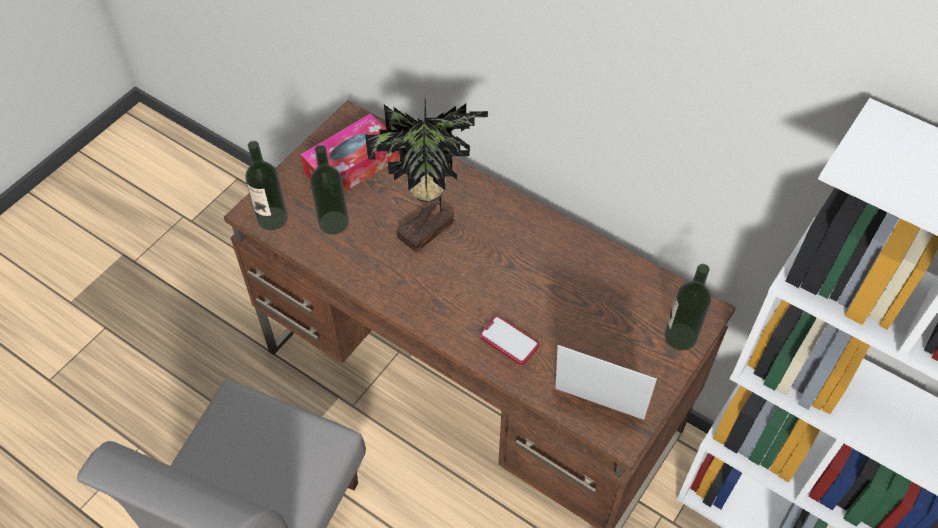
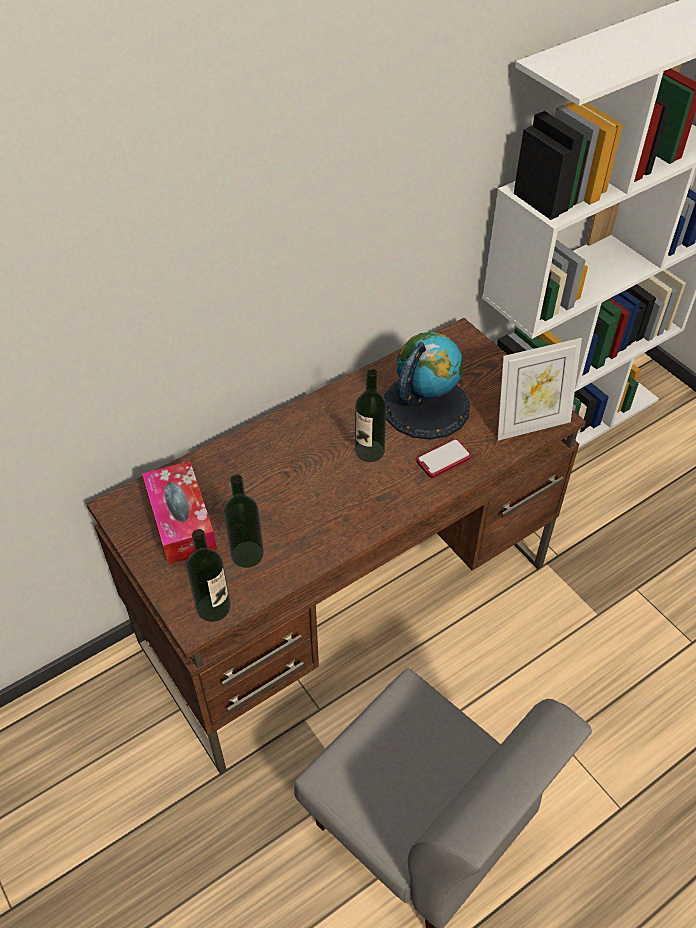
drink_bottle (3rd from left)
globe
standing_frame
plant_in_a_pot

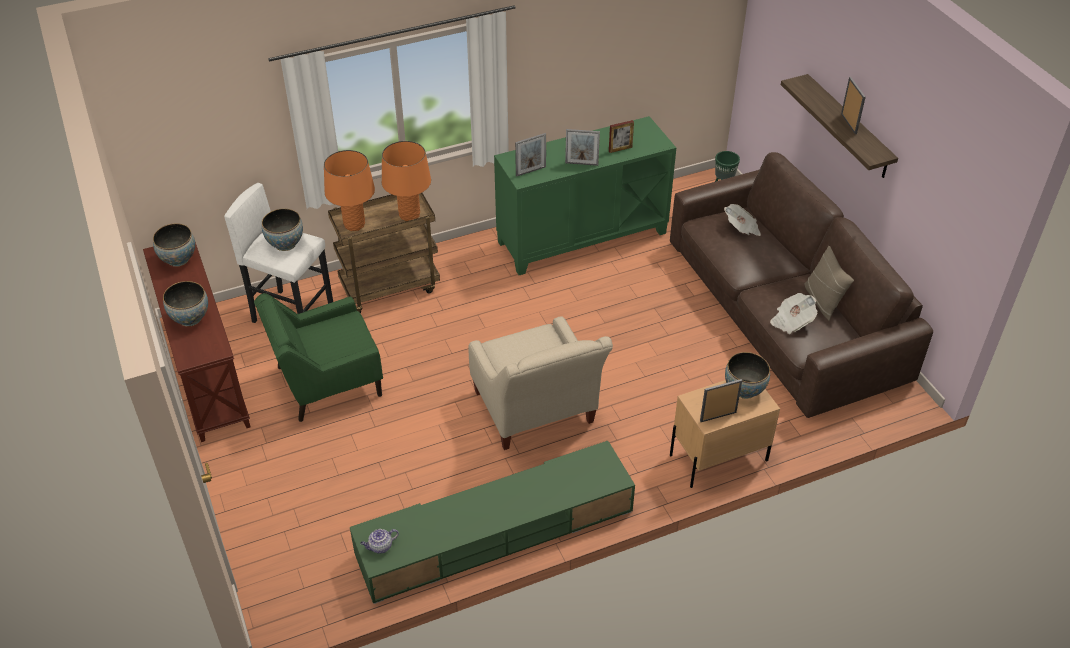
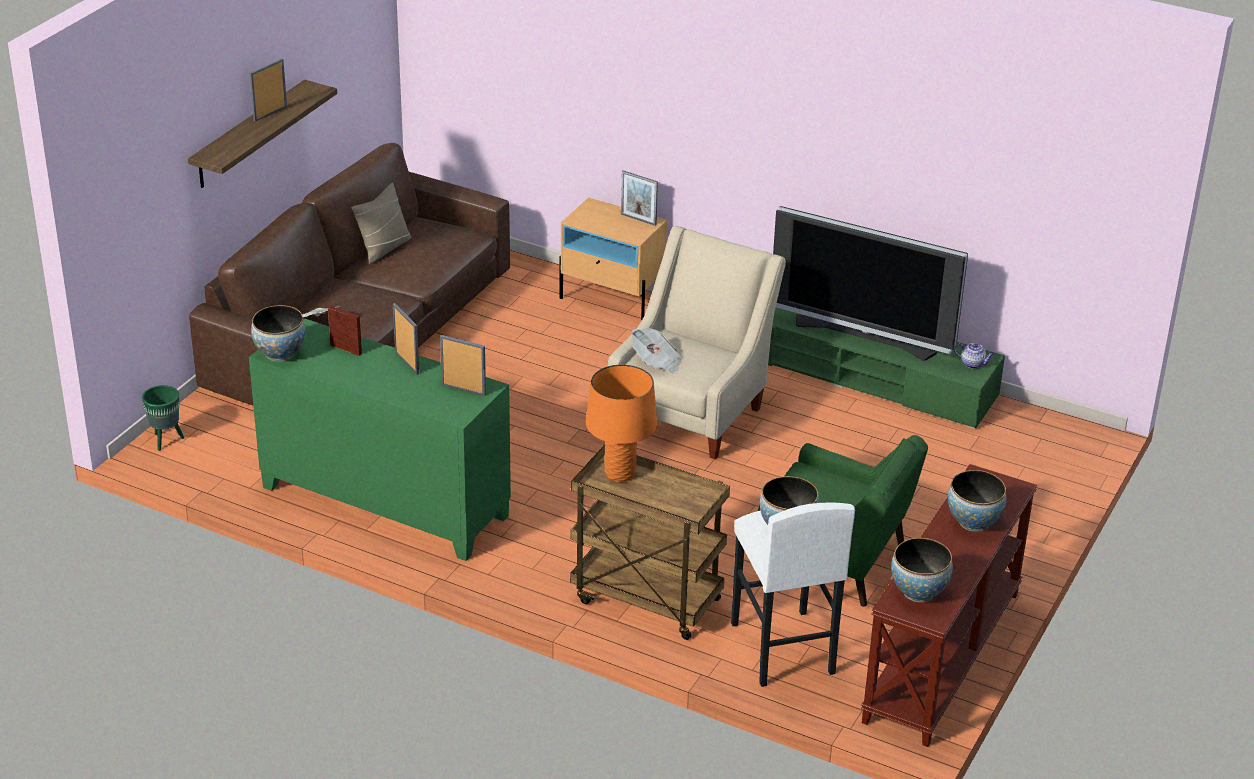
bowl (1st from left)
newspaper (2nd from left)
television
orangey_lamp_for_a_table (1st from left in the first image)

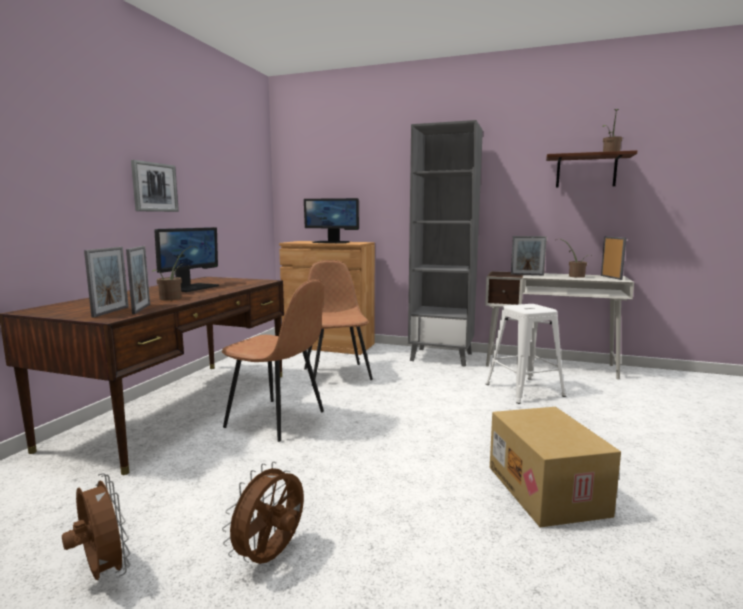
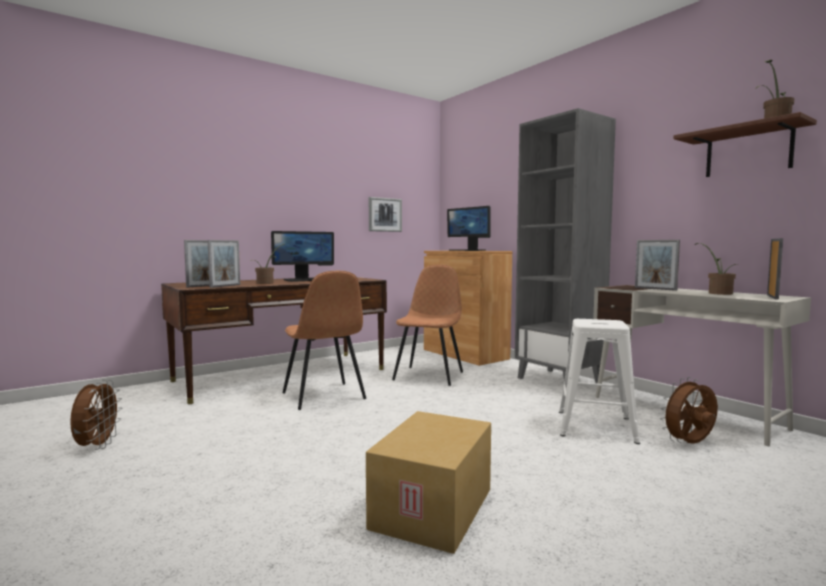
picture
brown-coloured_fan (2nd from left)

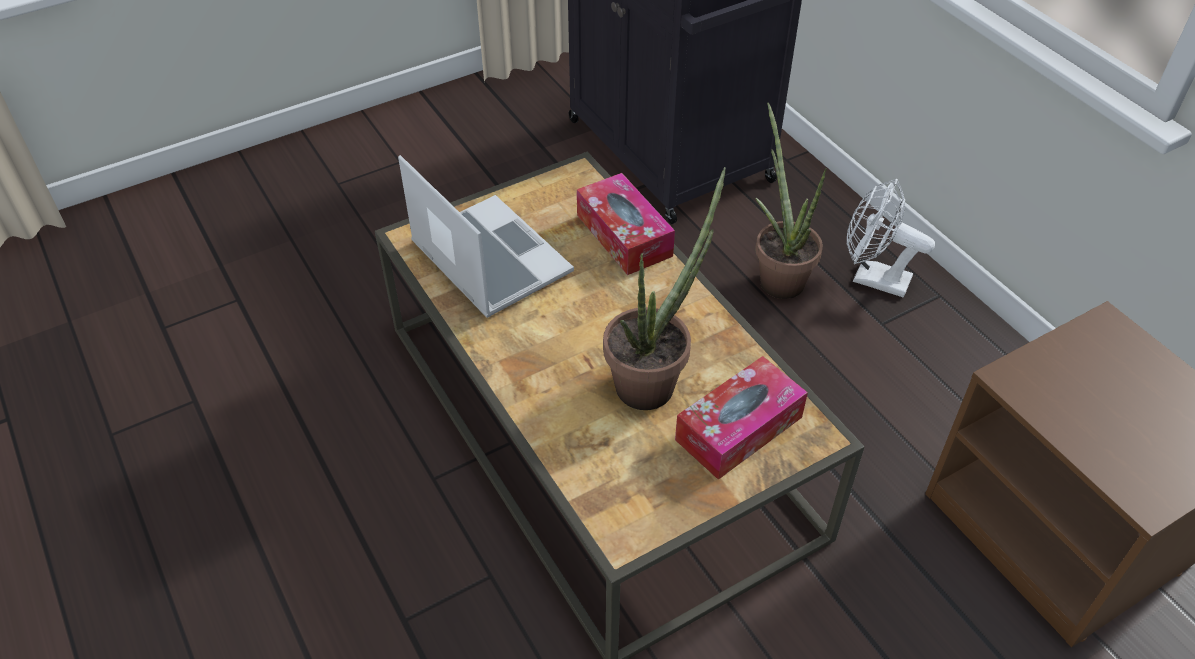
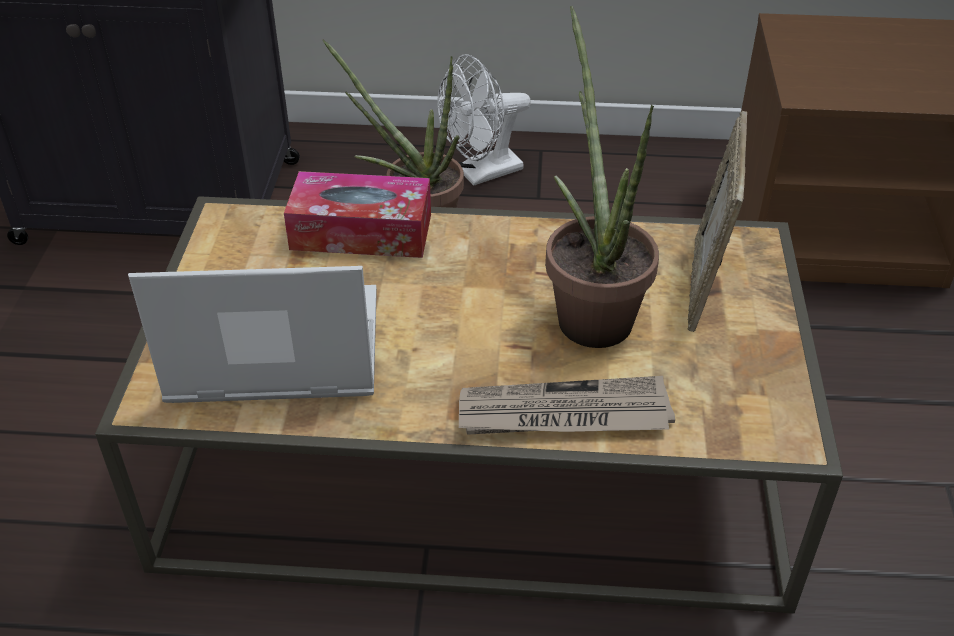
newspaper
standing_frame

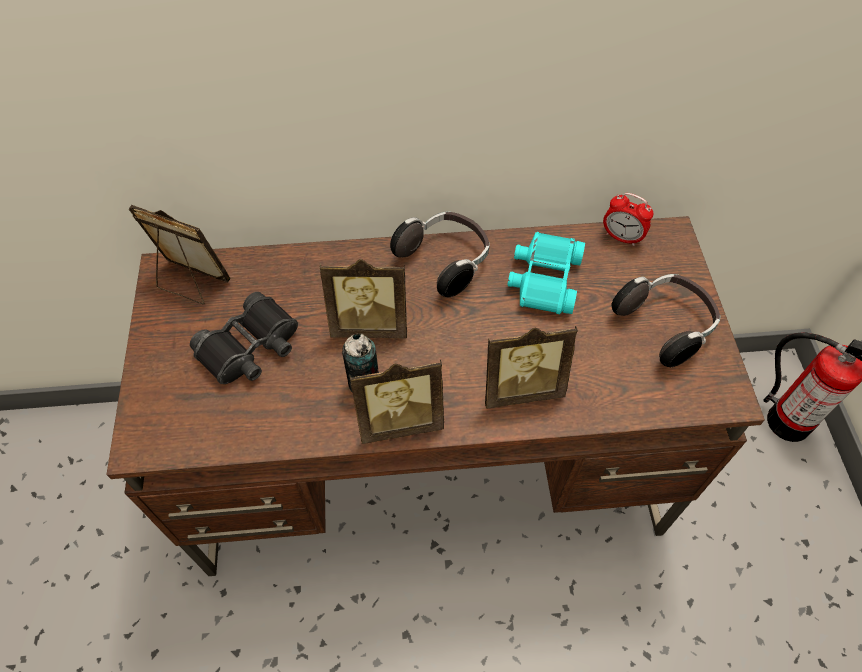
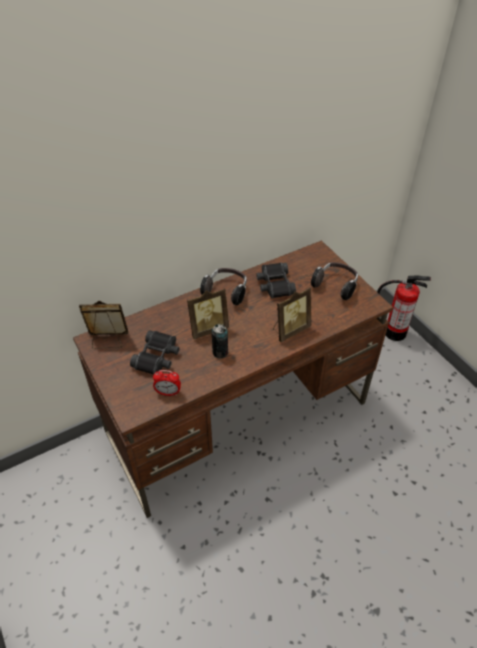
bedside_clock
black-coloured_binoculars (2nd from left)
standing_frame (3rd from left in the first image)

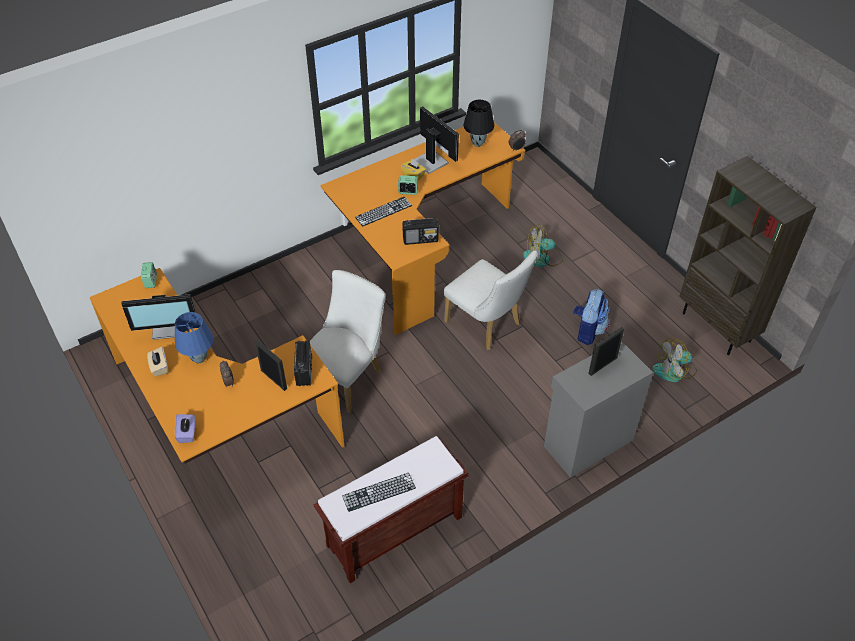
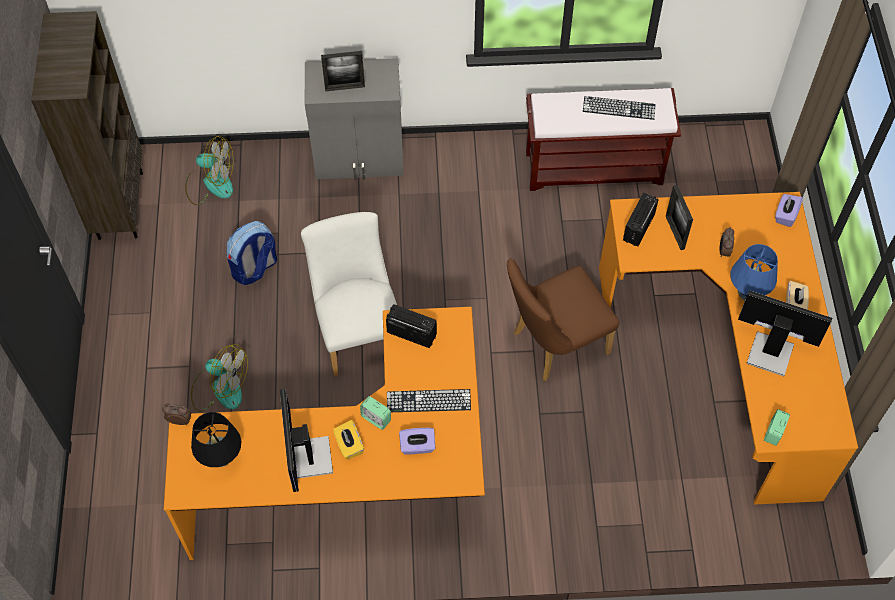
purple-coloured_box_of_tissues (1st from left)
brown-coloured_plain_chair

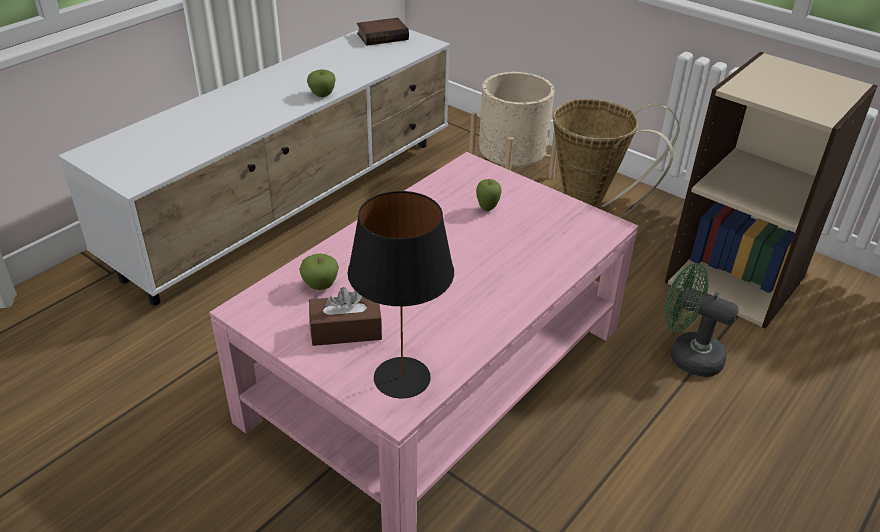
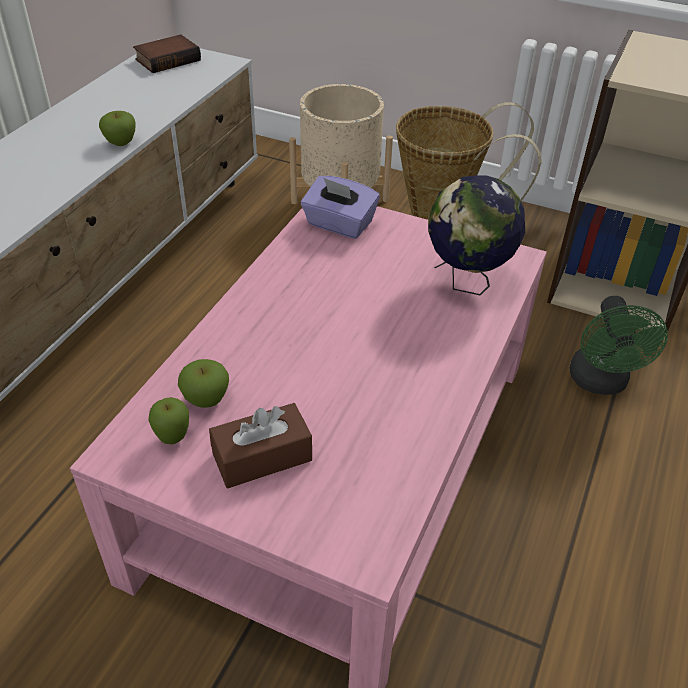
whole_apple (2nd from left)
purple-coloured_box_of_tissues
globe
green-coloured_fan
black-coloured_lamp_for_a_table

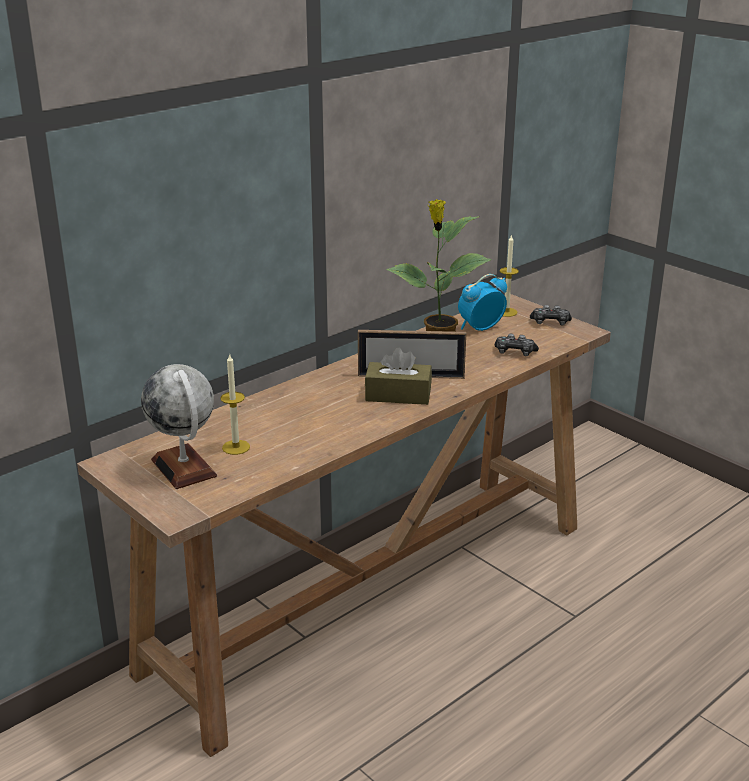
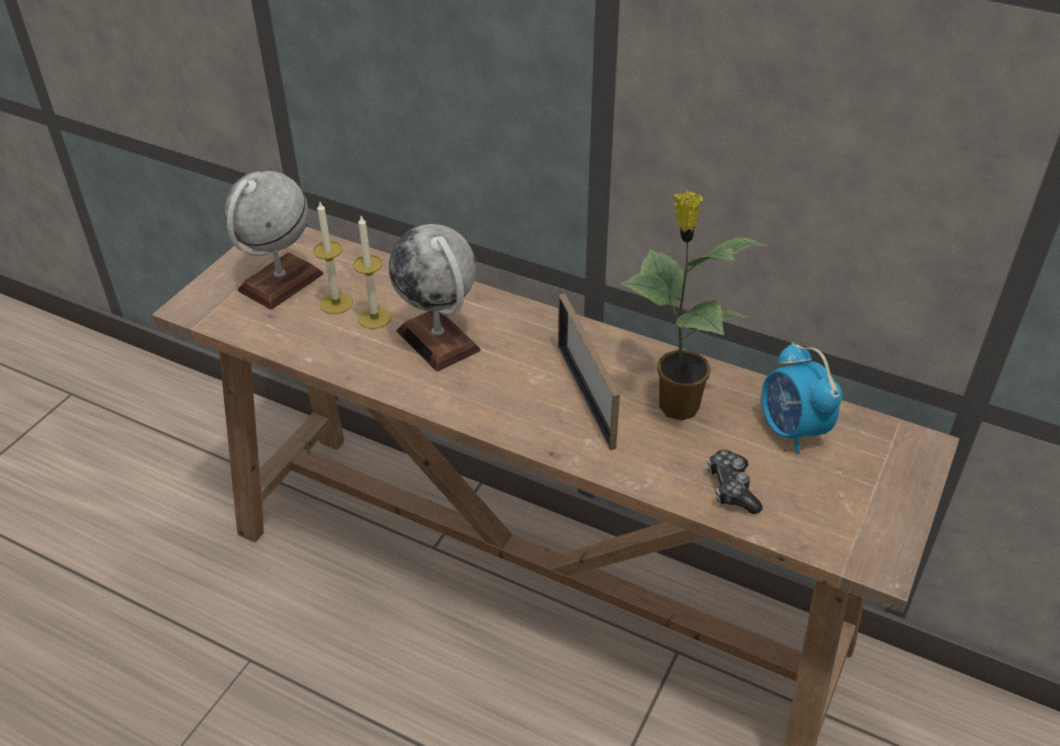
wax_light (2nd from left)
globe (2nd from left)
bedside_clock
brown-coloured_box_of_tissues
gamepad (2nd from left in the first image)

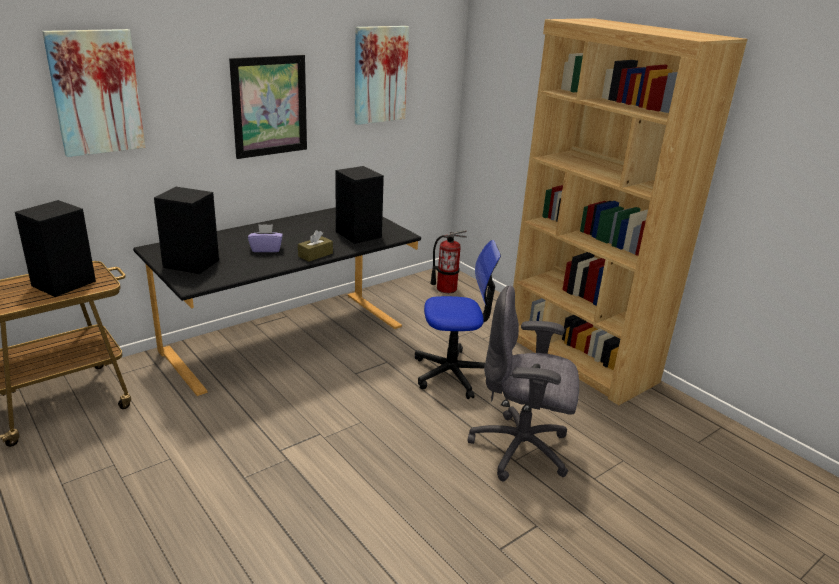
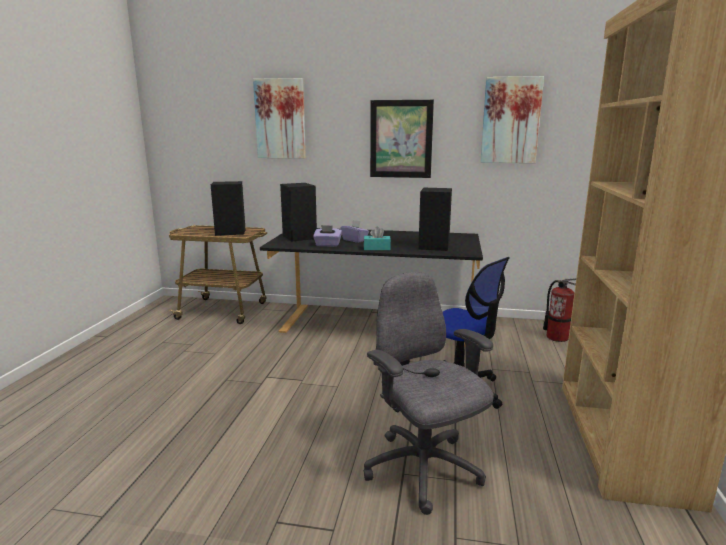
purple-coloured_box_of_tissues (1st from left)
blue-green_box_of_tissues

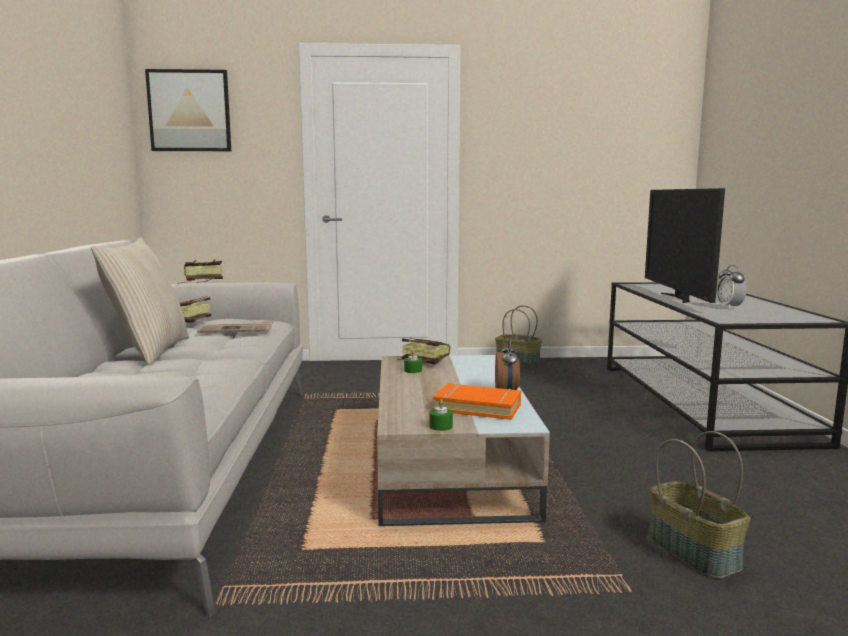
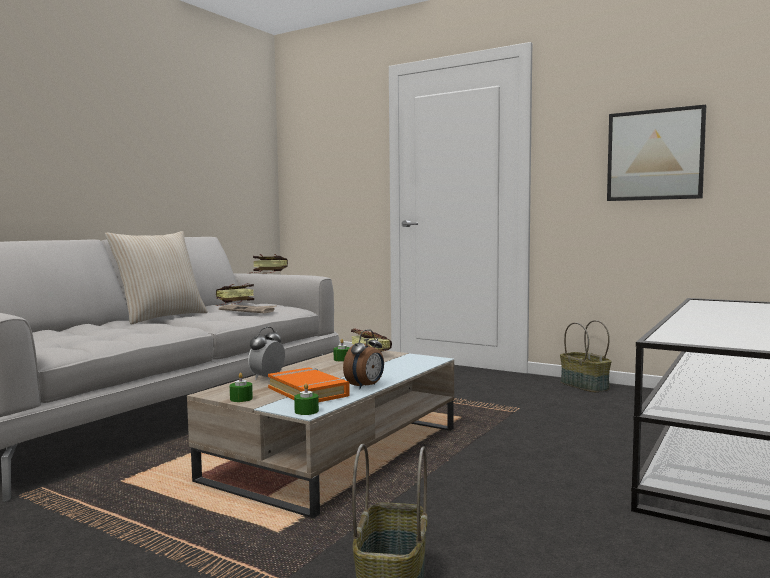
bedside_clock (1st from left)
green-coloured_wax_light (2nd from left)
picture
television

